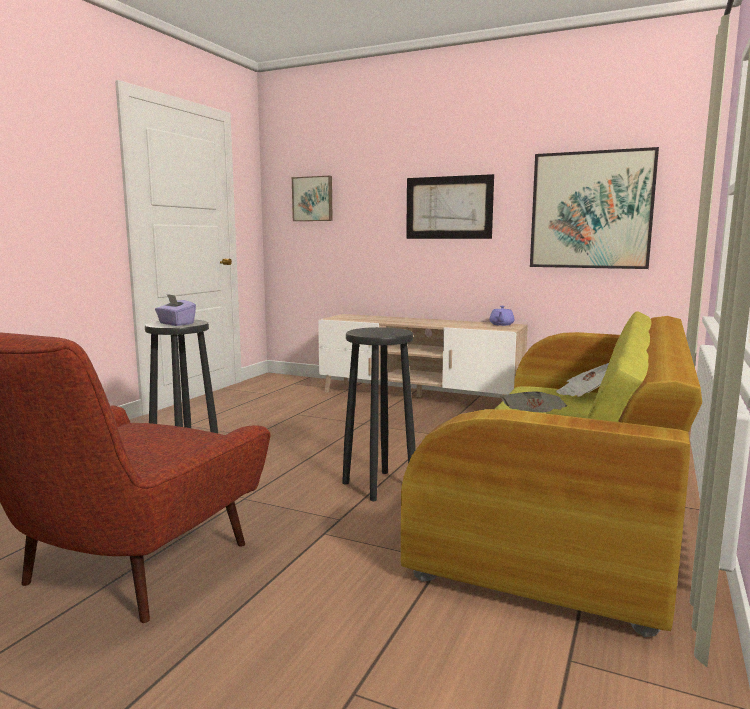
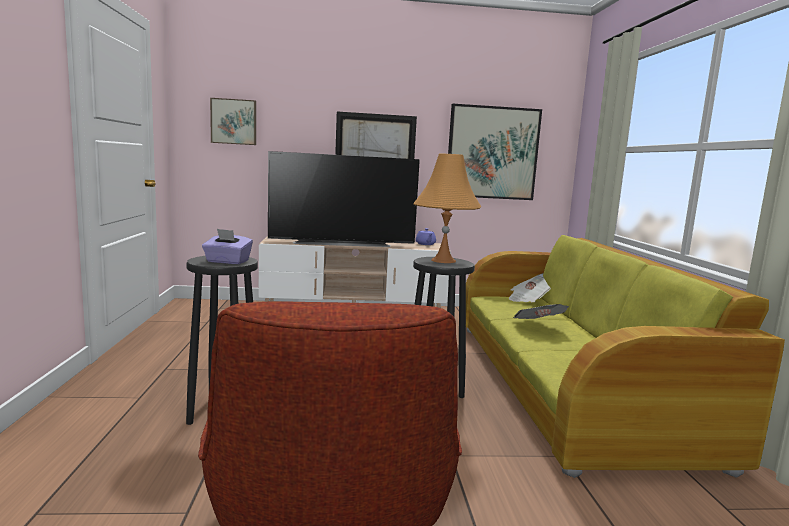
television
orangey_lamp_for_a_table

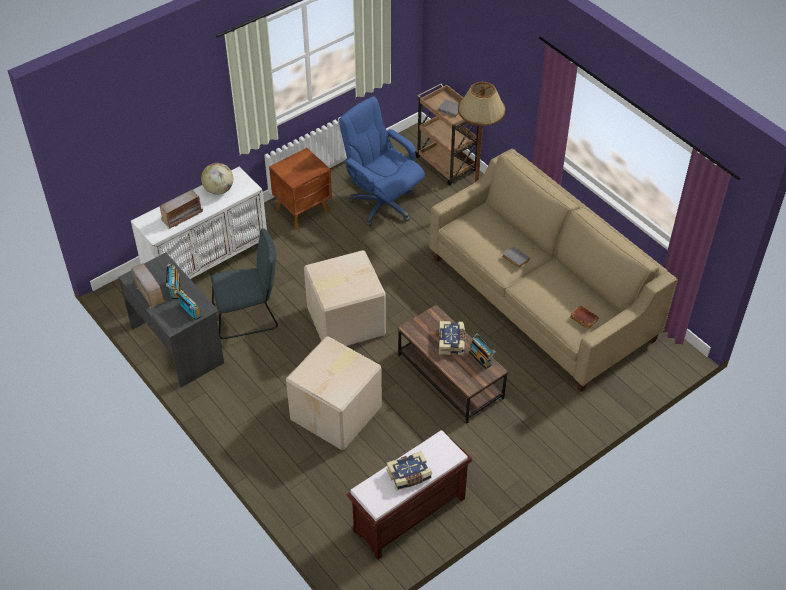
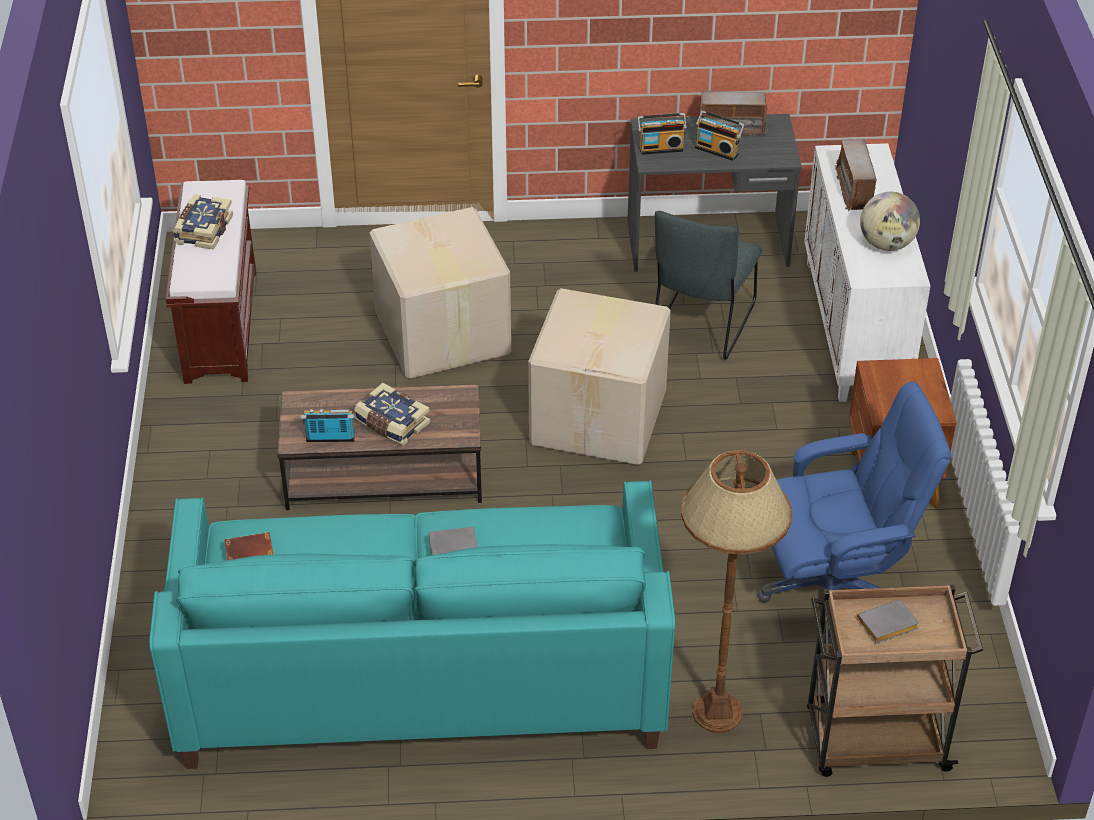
blue-green_sofa

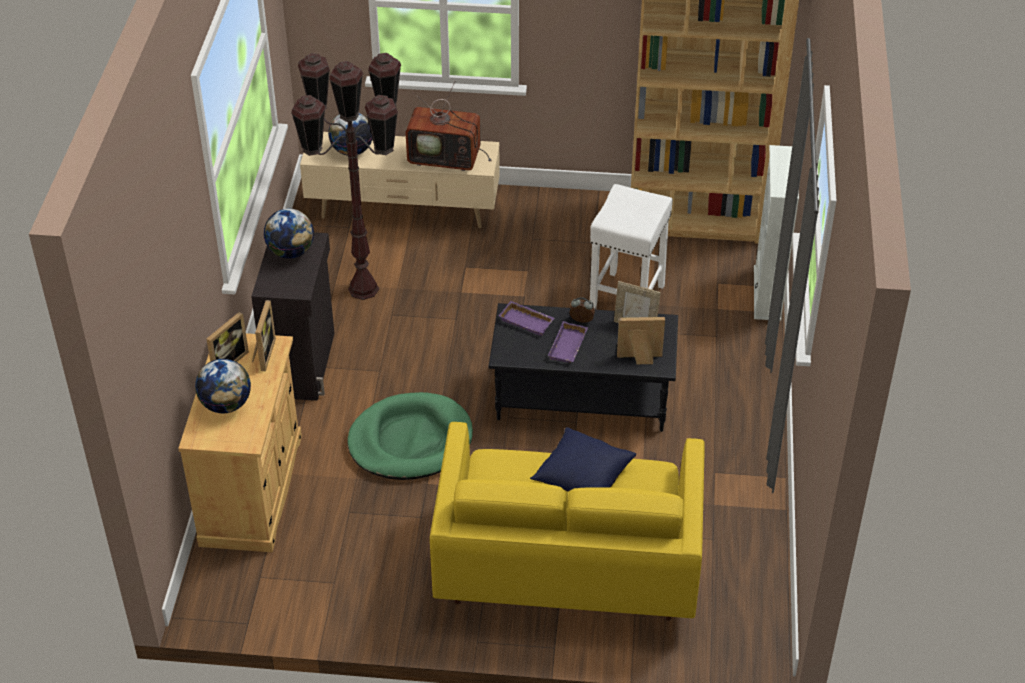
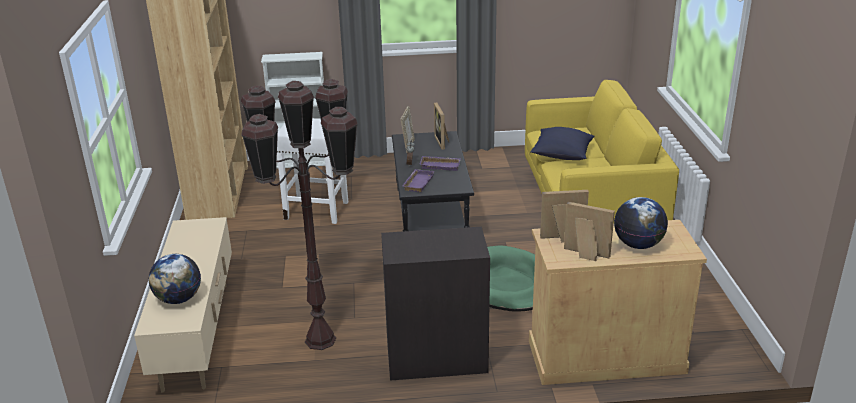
globe (2nd from left in the first image)
television

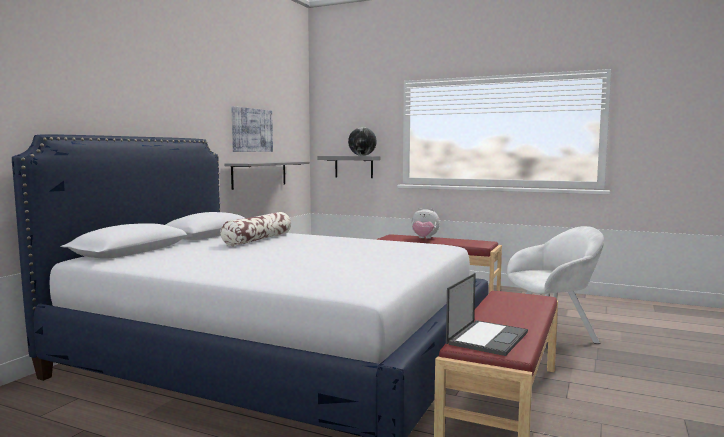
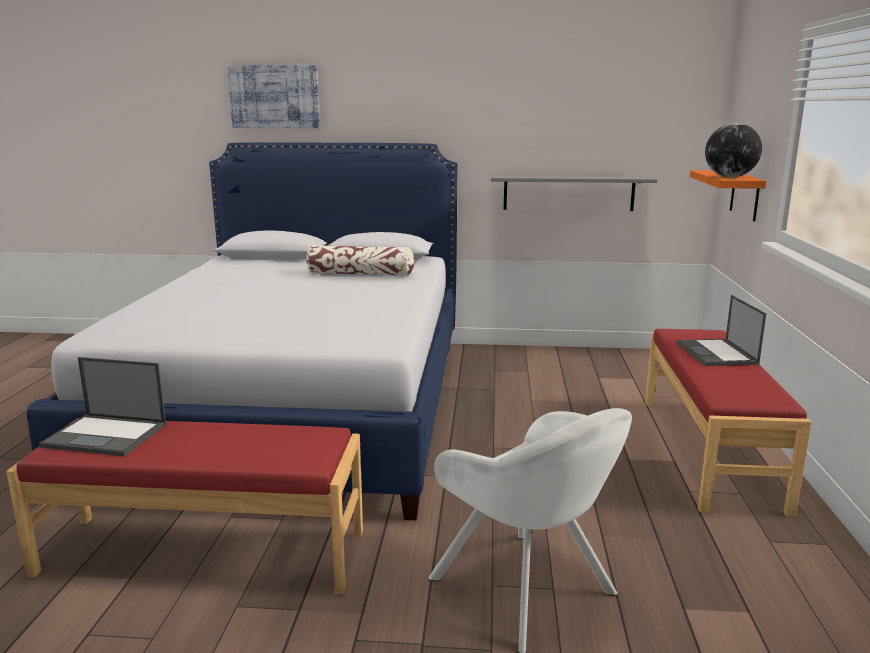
picture
portable_computer (2nd from left)
orangey_bracket_shelf

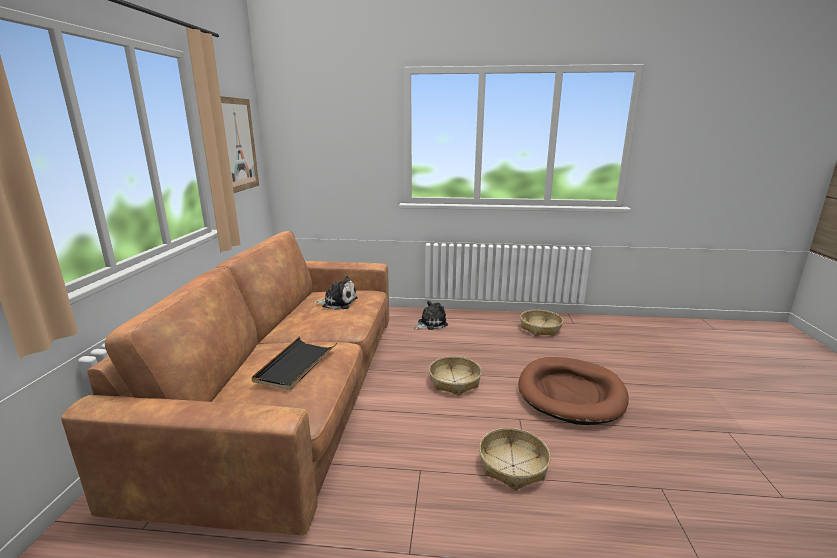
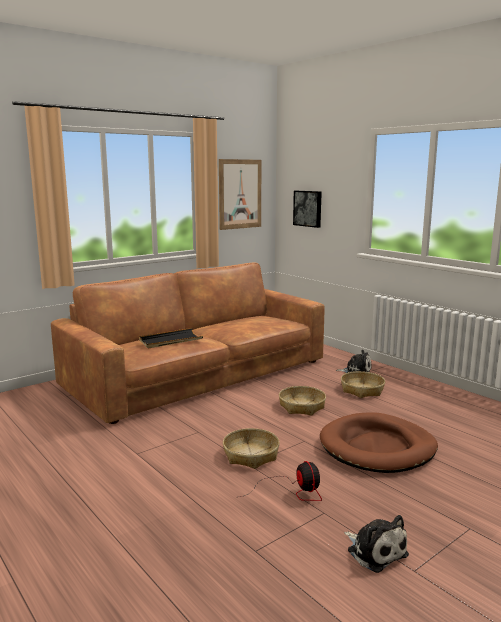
fan
picture (2nd from left)
storage_basket (3rd from left)
soft_toy (2nd from left)

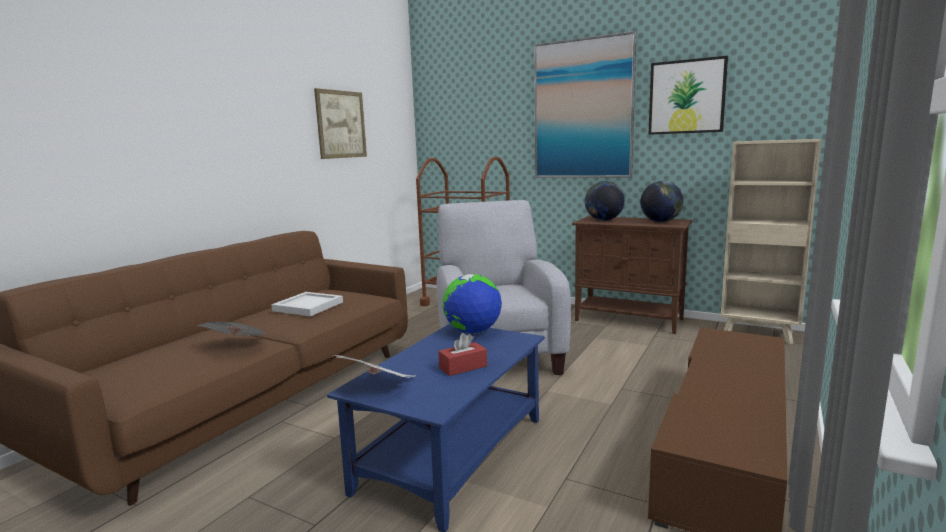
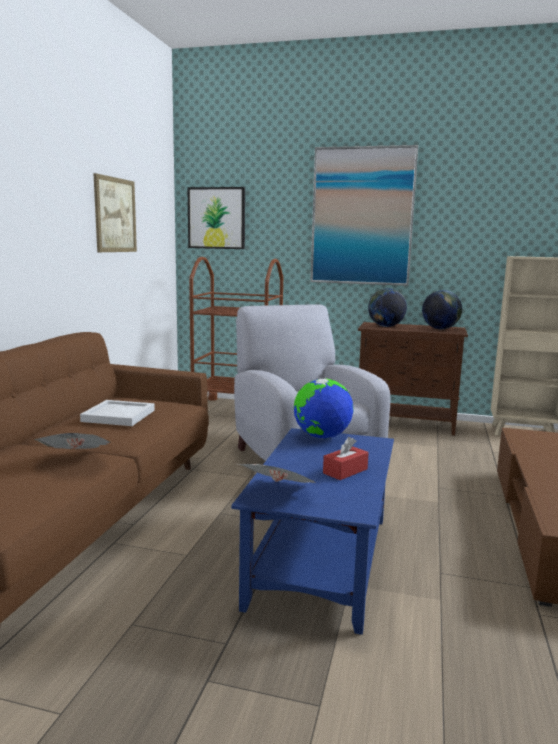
picture (2nd from left)

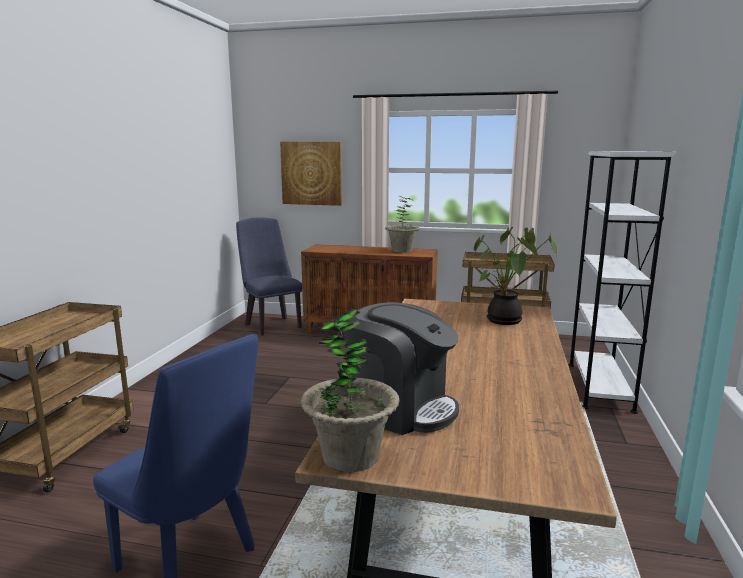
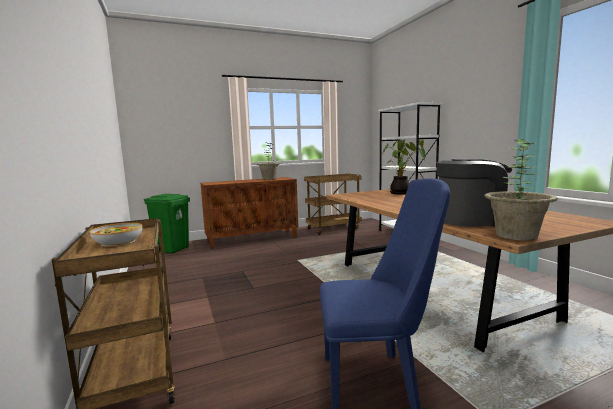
bowl
green-coloured_trash_can
picture

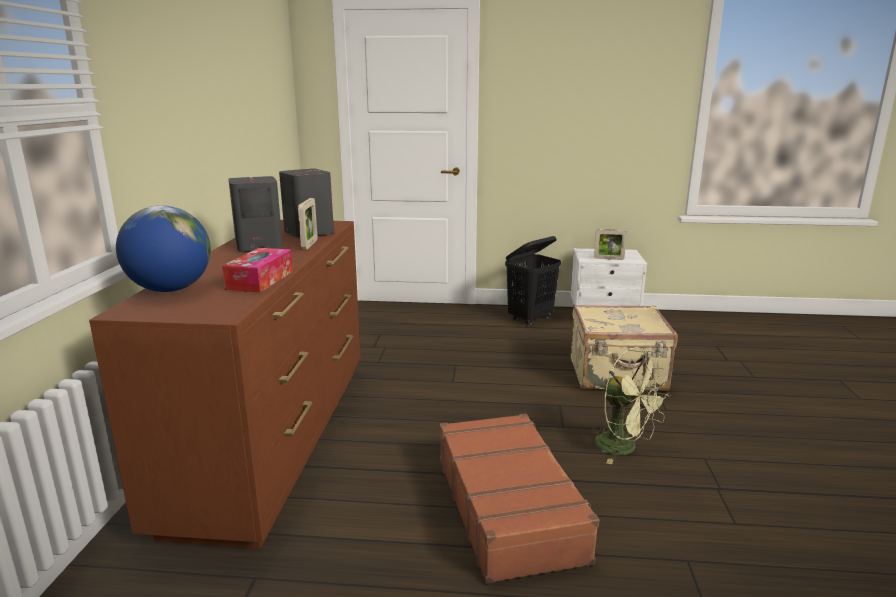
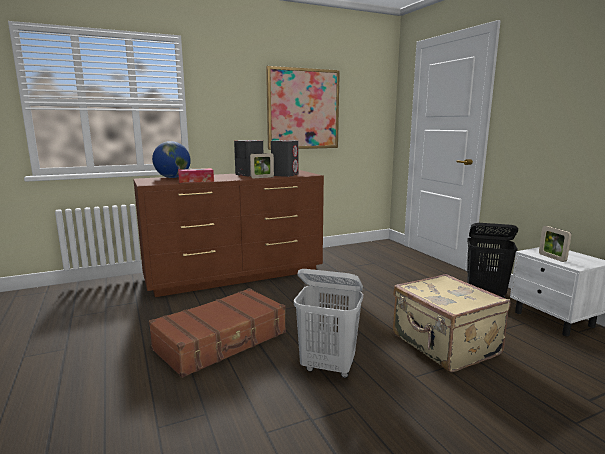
picture
whitish_hamper

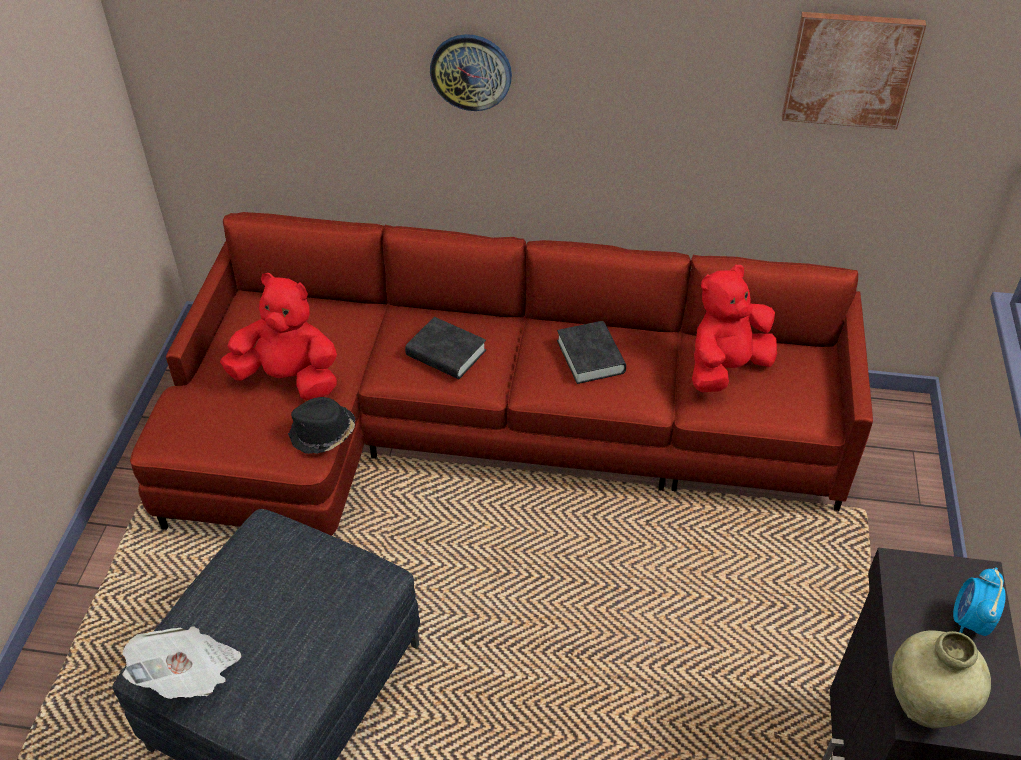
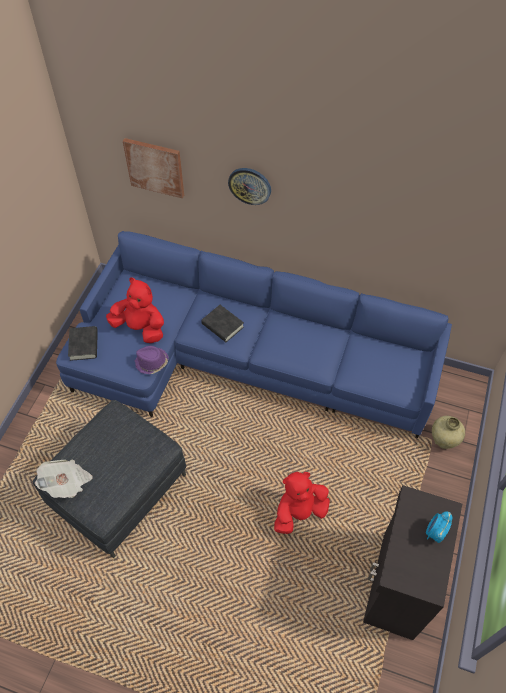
bluish_sofa
black-coloured_book (1st from left)
picture
purple-coloured_clothing_hat
red_soft_toy (2nd from left)
beige-coloured_vase

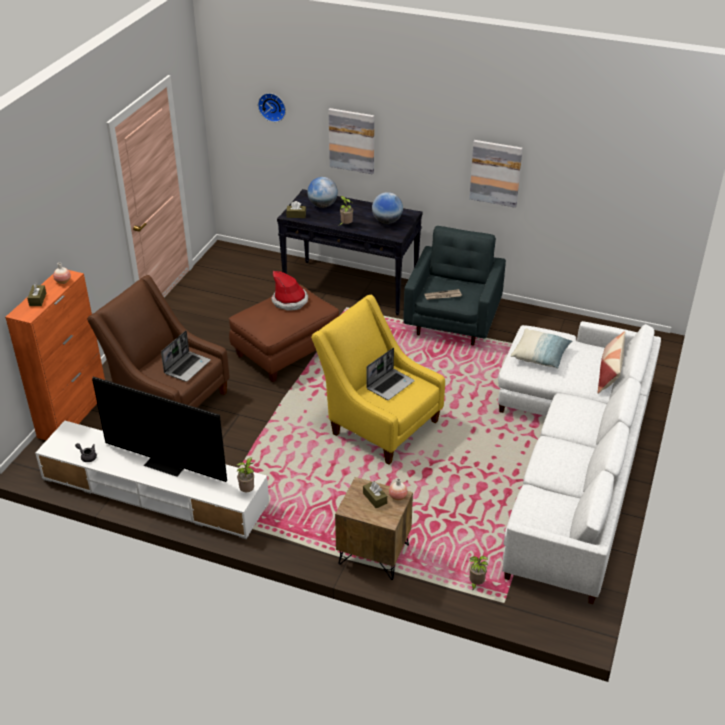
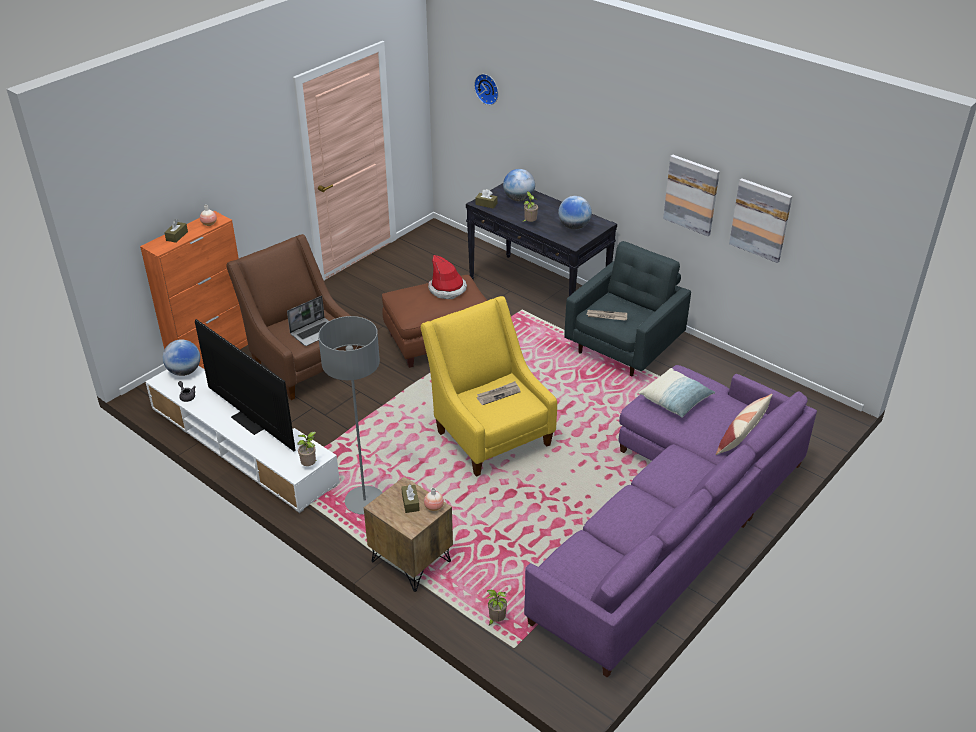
globe (1st from left)
grey_standard_lamp
newspaper (1st from left)
purple-coloured_sofa
picture (2nd from left)

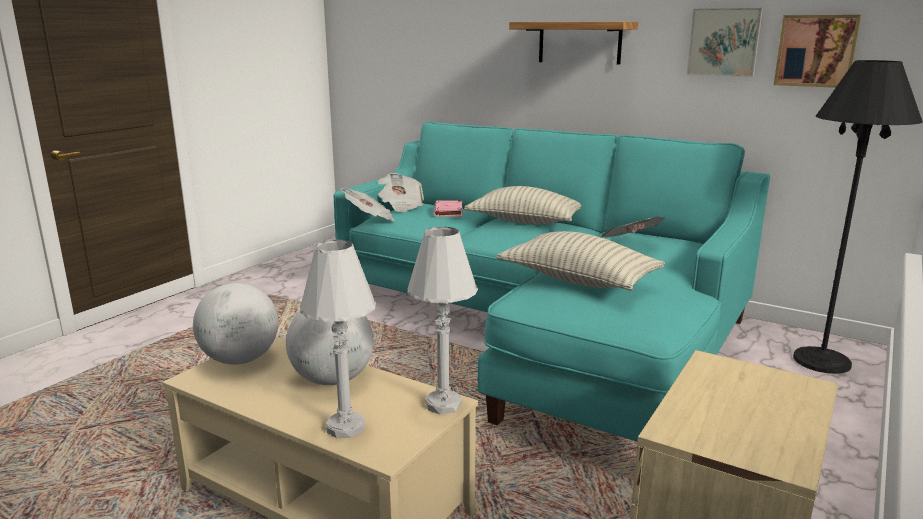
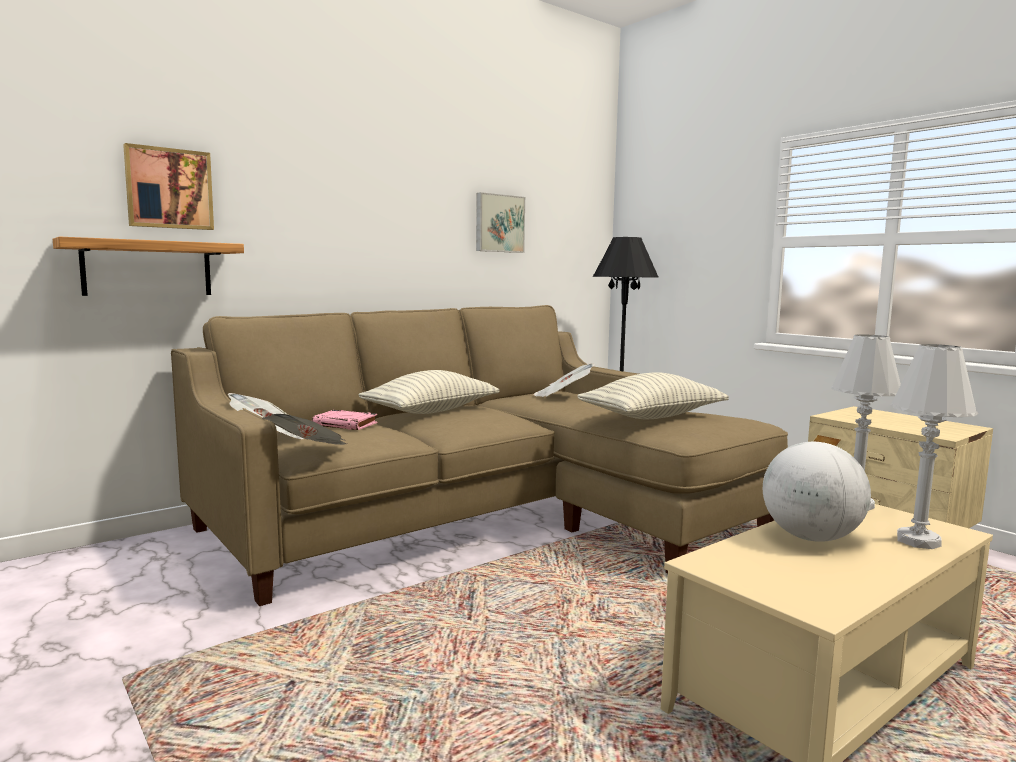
bracket_shelf
picture (1st from left)
beige-coloured_sofa
globe (1st from left in the first image)

